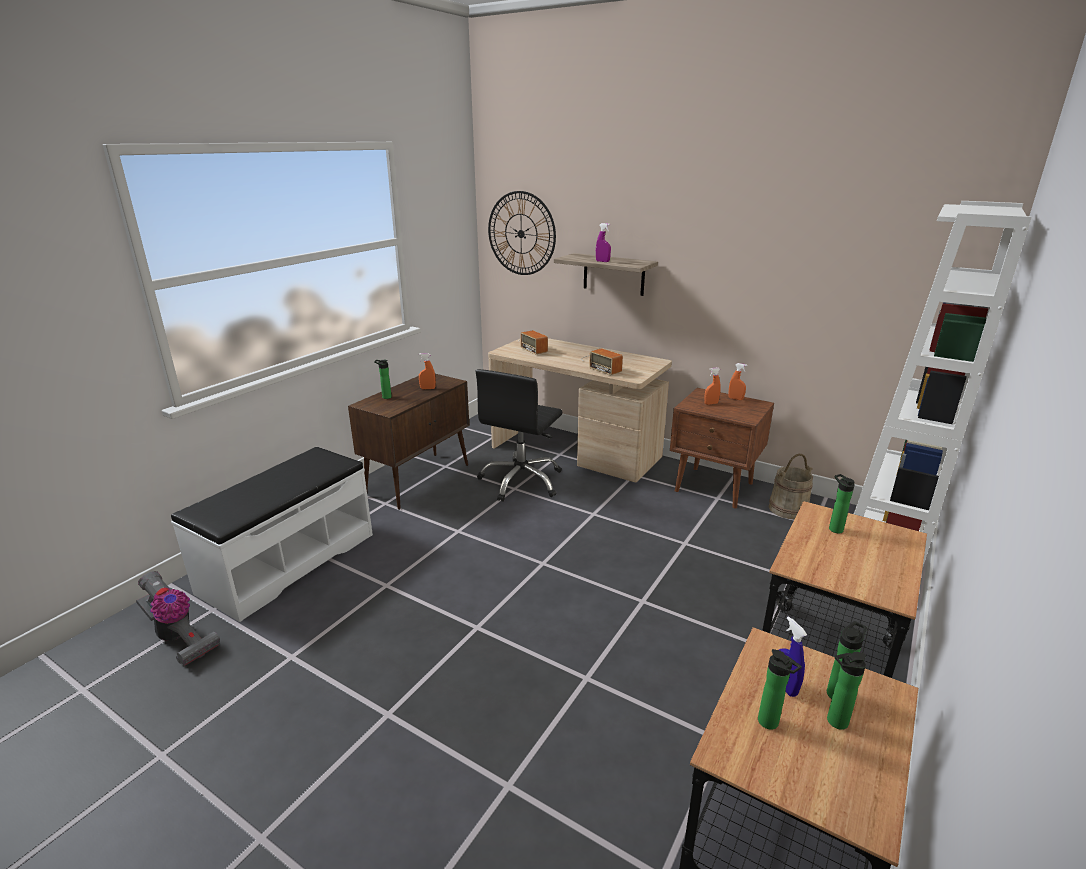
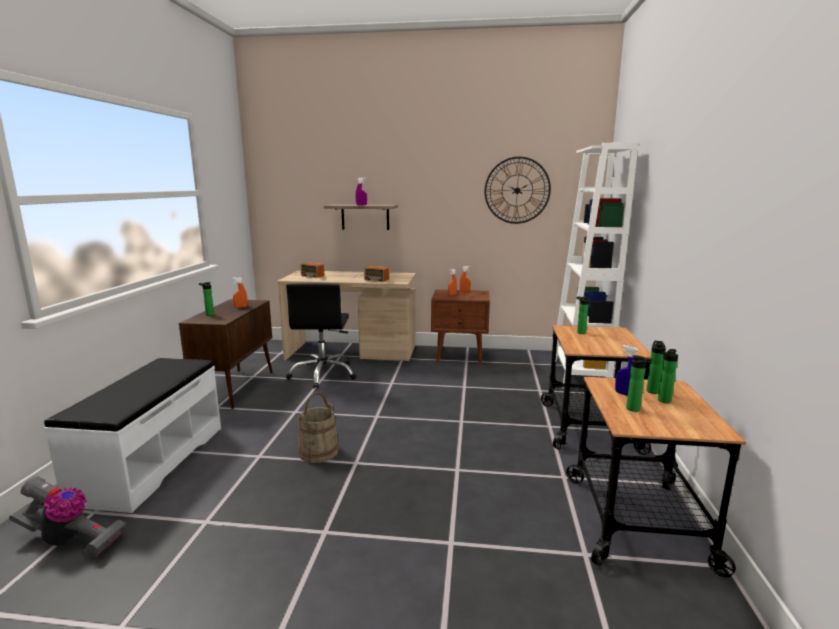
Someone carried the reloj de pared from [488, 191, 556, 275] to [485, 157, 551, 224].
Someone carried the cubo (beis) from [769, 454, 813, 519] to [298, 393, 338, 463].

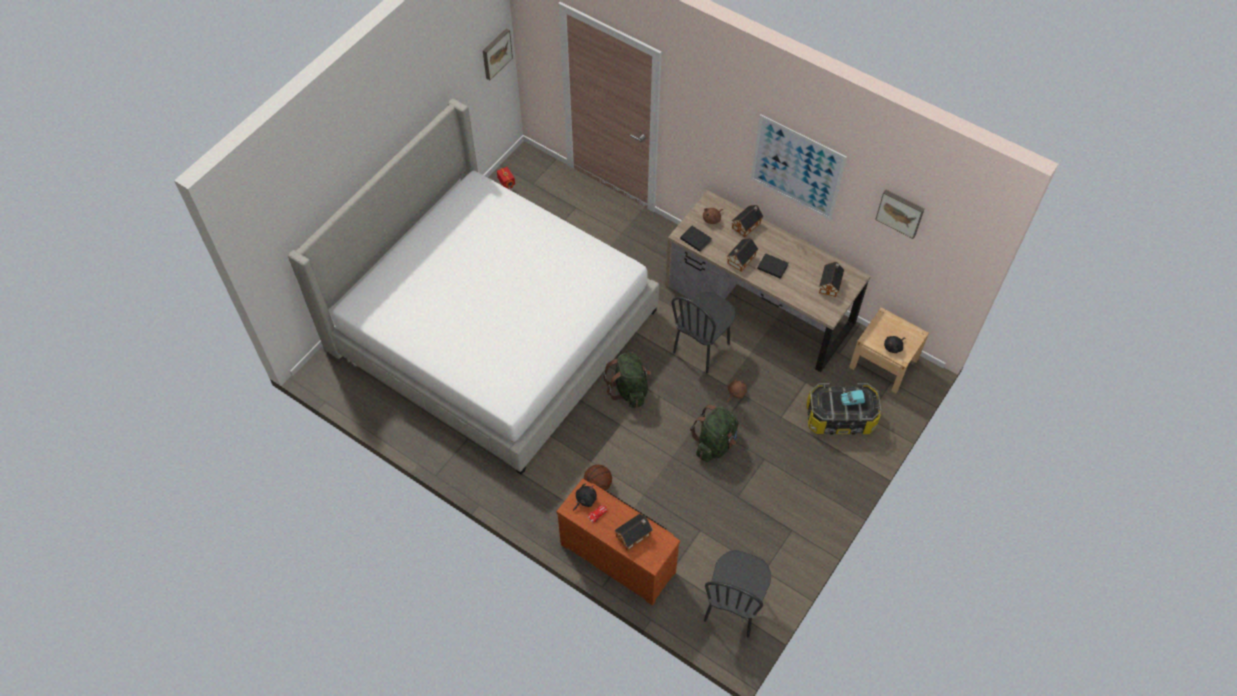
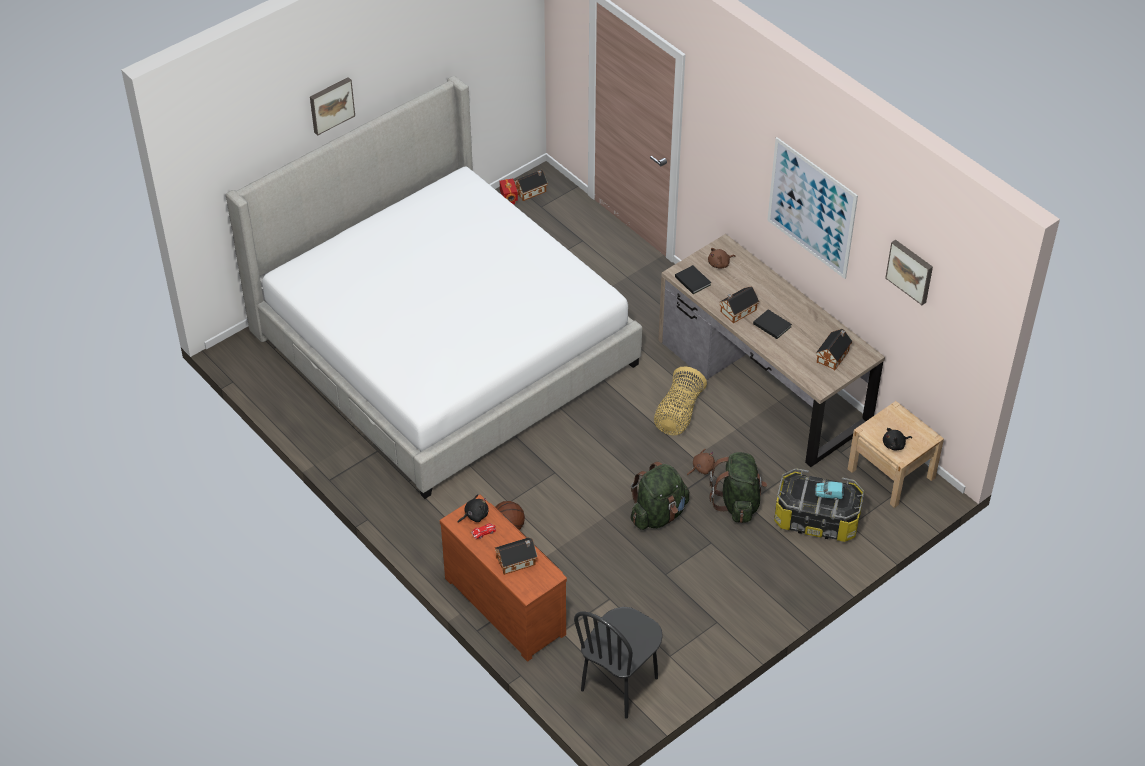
Someone carried the cuadro from [483, 28, 513, 80] to [310, 77, 355, 136].
Someone carried the mochila (verde) from [603, 352, 651, 408] to [709, 452, 767, 523].
Someone swapped the silla (negro) at [671, 292, 736, 374] for the cesta at [654, 366, 707, 435].
Someone carried the casita from [732, 205, 764, 237] to [514, 170, 548, 201].

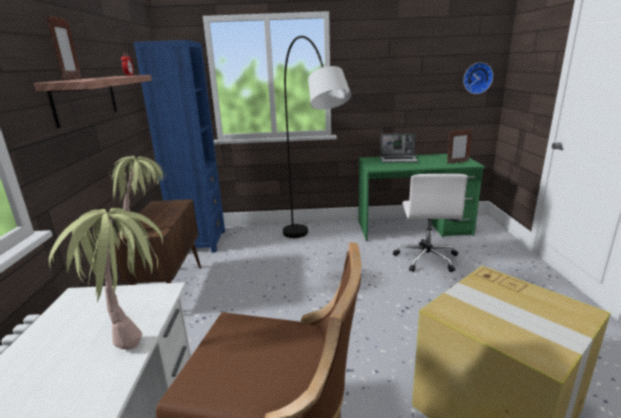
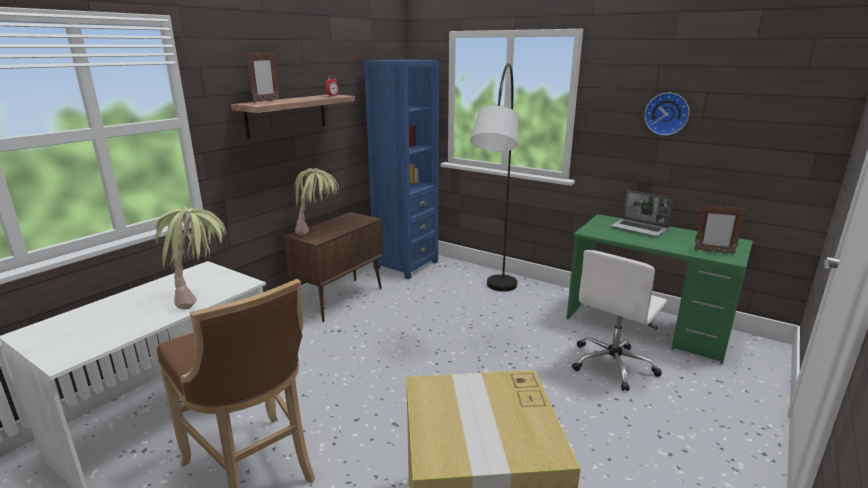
Someone carried the reloj de pared from [463, 62, 493, 94] to [644, 93, 689, 135].

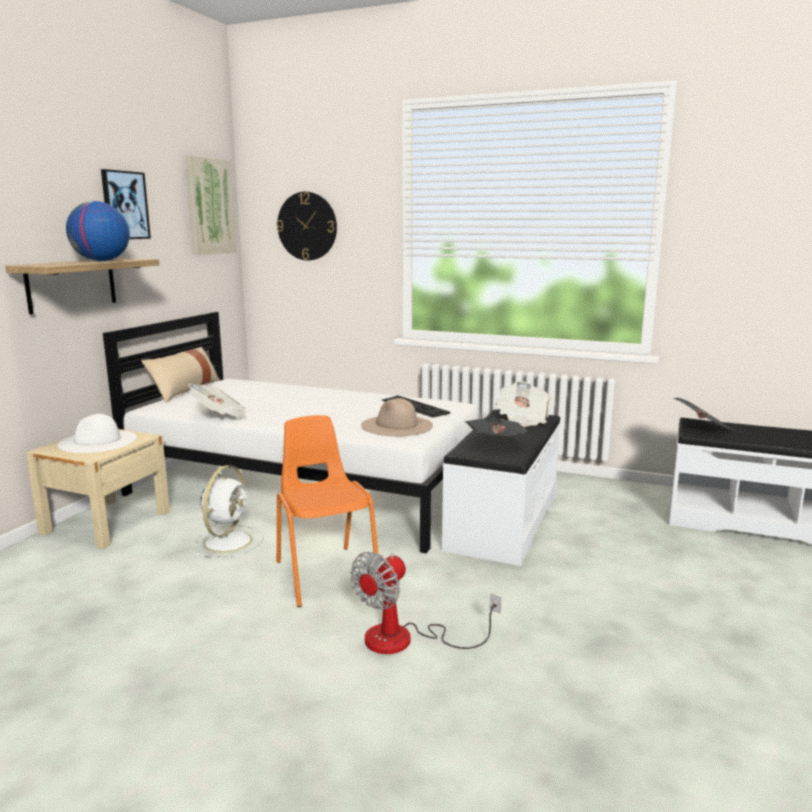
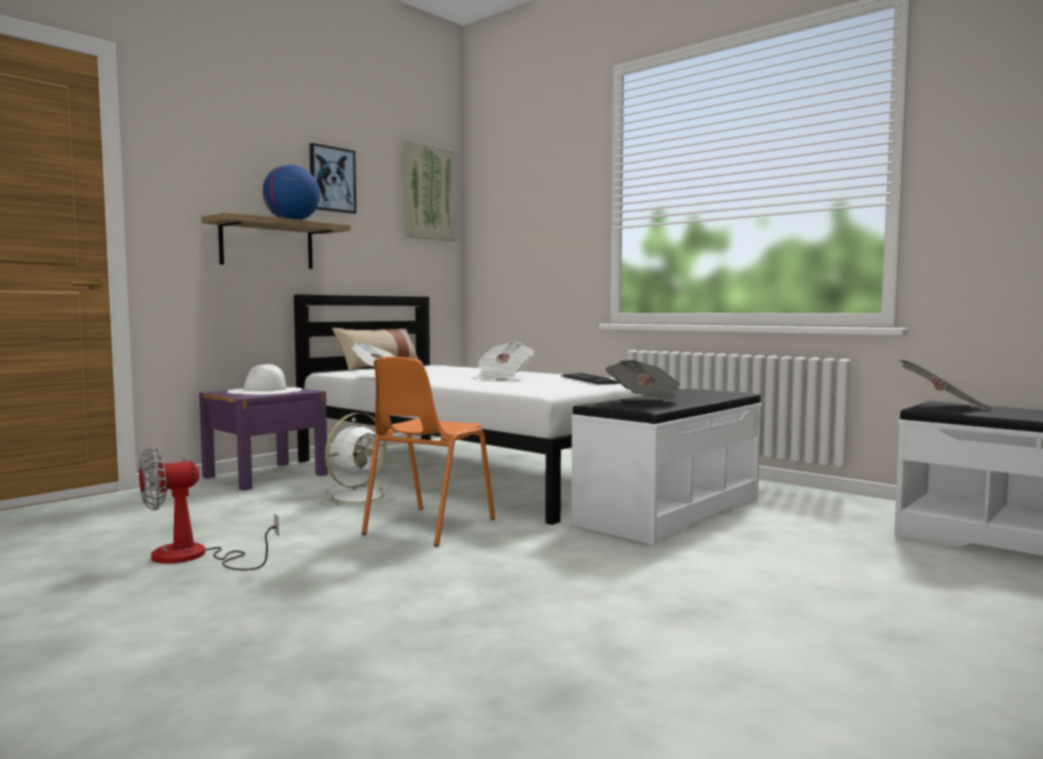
Someone repainted the mesita de noche (beis) at [26, 429, 170, 549], which became the mesita de noche (morado) at [199, 386, 328, 491].
Someone took away the reloj de pared at [276, 192, 337, 260].
Someone rotated the silla (naranja) at [277, 415, 378, 607] by 150 degrees counterclockwise.
Someone carried the ventilador from [351, 552, 501, 654] to [139, 447, 279, 571].
Someone took away the sombrero (beis) at [361, 398, 433, 436].
Someone carried the periódico from [495, 381, 551, 427] to [476, 342, 534, 380].

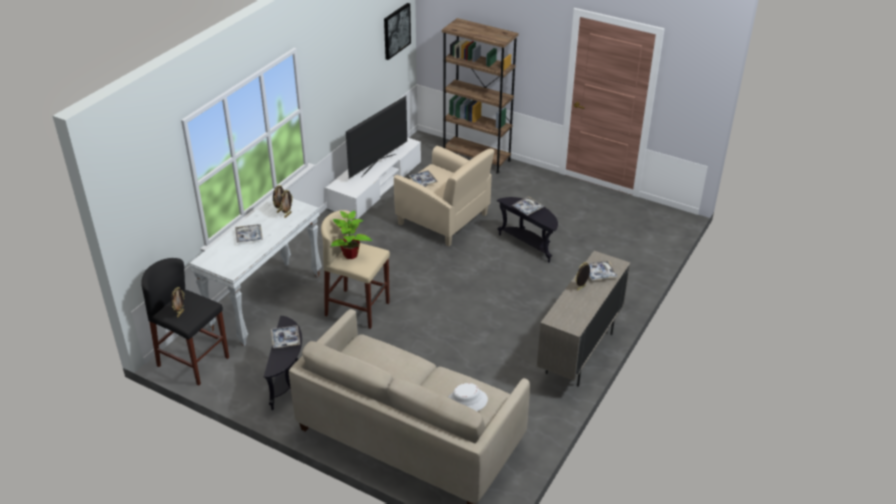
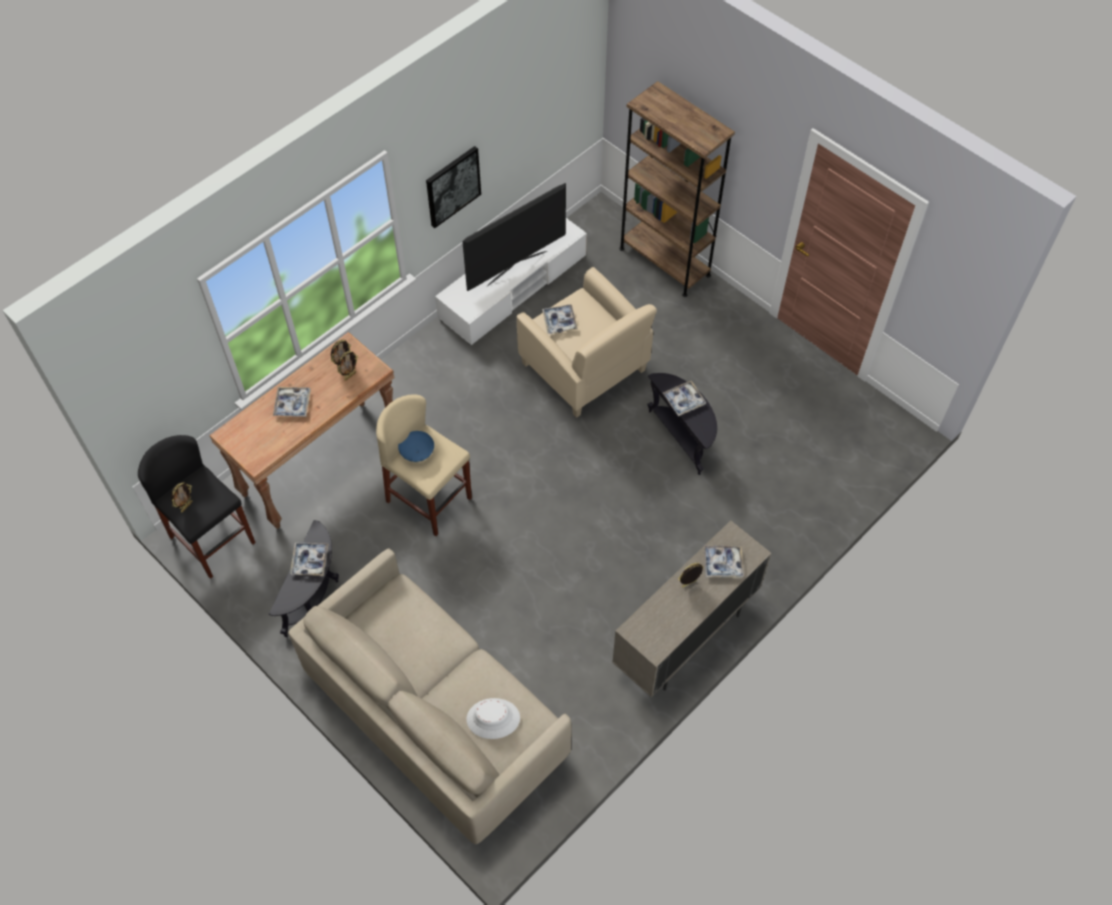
Someone repainted the mesa consola (blanco) at [189, 197, 322, 346], which became the mesa consola (marrón) at [209, 332, 395, 529].
Someone swapped the planta en maceta at [331, 211, 372, 259] for the cuenco (azul) at [398, 431, 434, 462].
Someone carried the cuadro from [384, 3, 411, 60] to [426, 146, 481, 228].

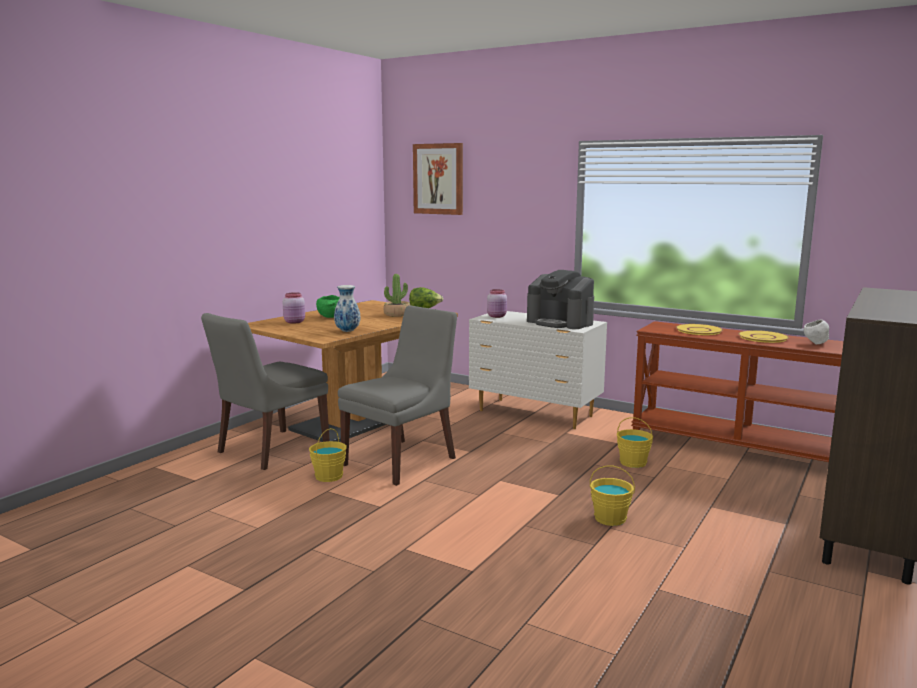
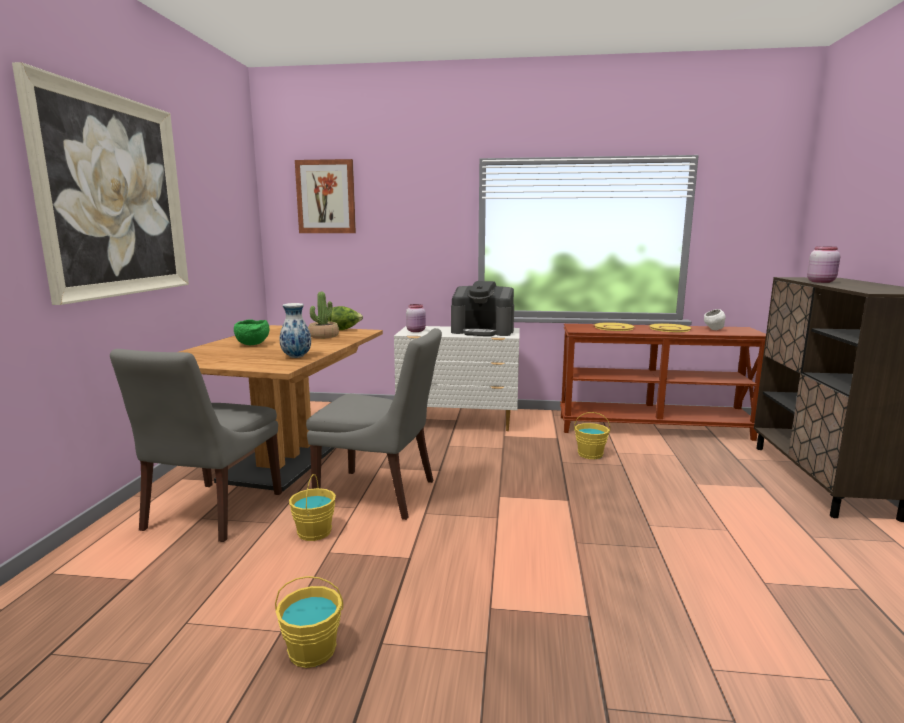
Someone carried the tarro (rosa) from [283, 292, 305, 324] to [807, 247, 840, 283].
Someone rotated the silla (gris) at [338, 305, 457, 486] by 90 degrees clockwise.
Someone carried the cubo (amarillo) from [590, 466, 635, 526] to [275, 576, 343, 668].
Someone put up the cuadro at [12, 62, 189, 305].

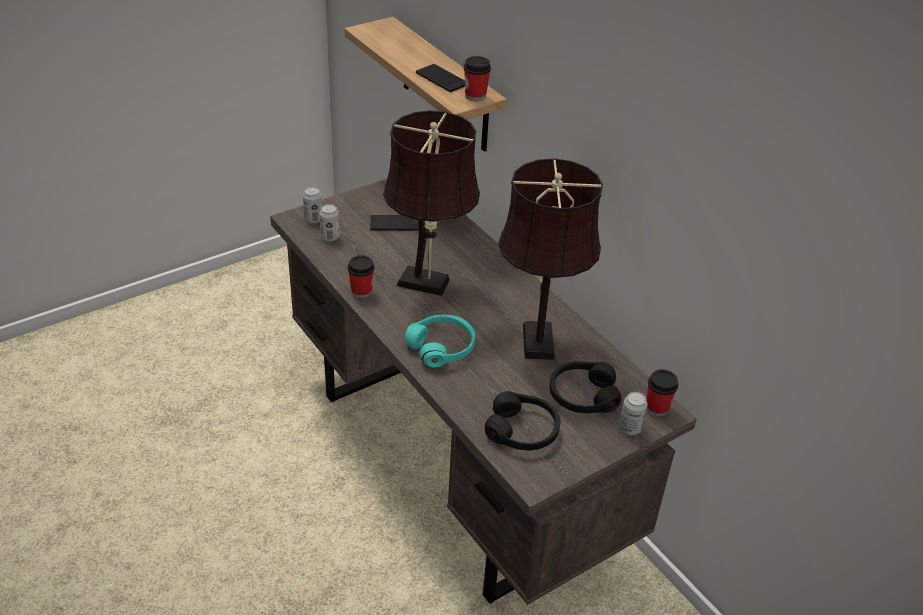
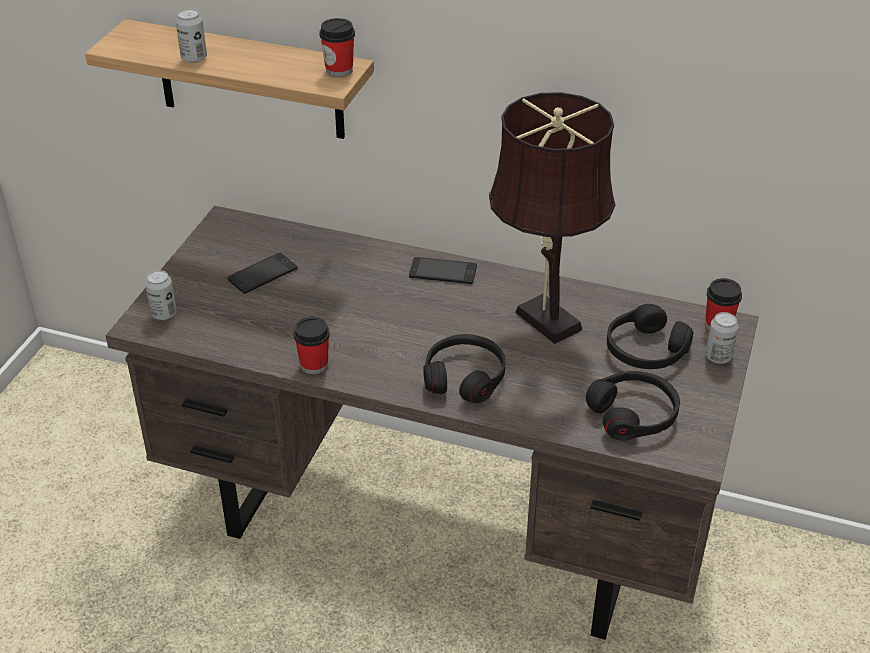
Someone carried the lata from [319, 204, 340, 241] to [176, 9, 207, 63].
Someone took away the lámpara de mesa (marrón) at [383, 110, 480, 296].
Someone repainted the auriculares (turquesa) at [405, 315, 475, 367], which became the auriculares (negro) at [423, 334, 506, 403].
Someone carried the móvil from [416, 64, 465, 92] to [409, 257, 477, 284].

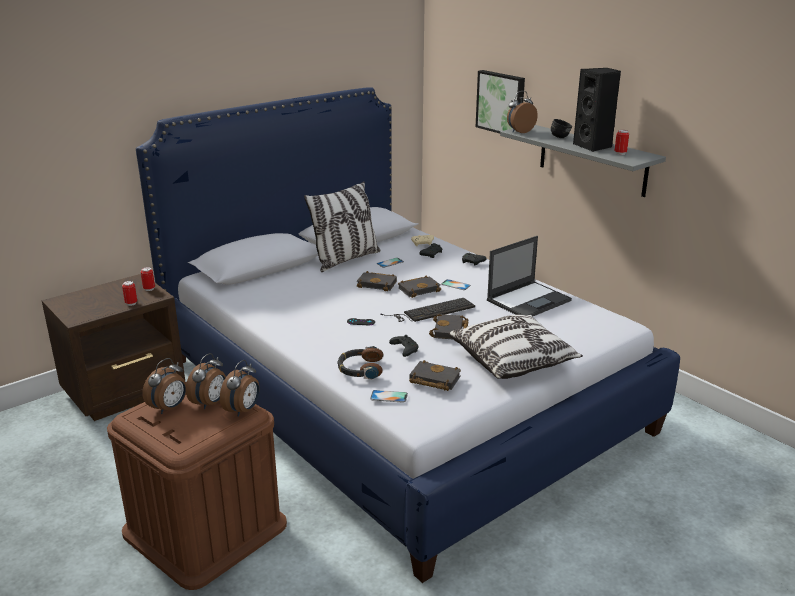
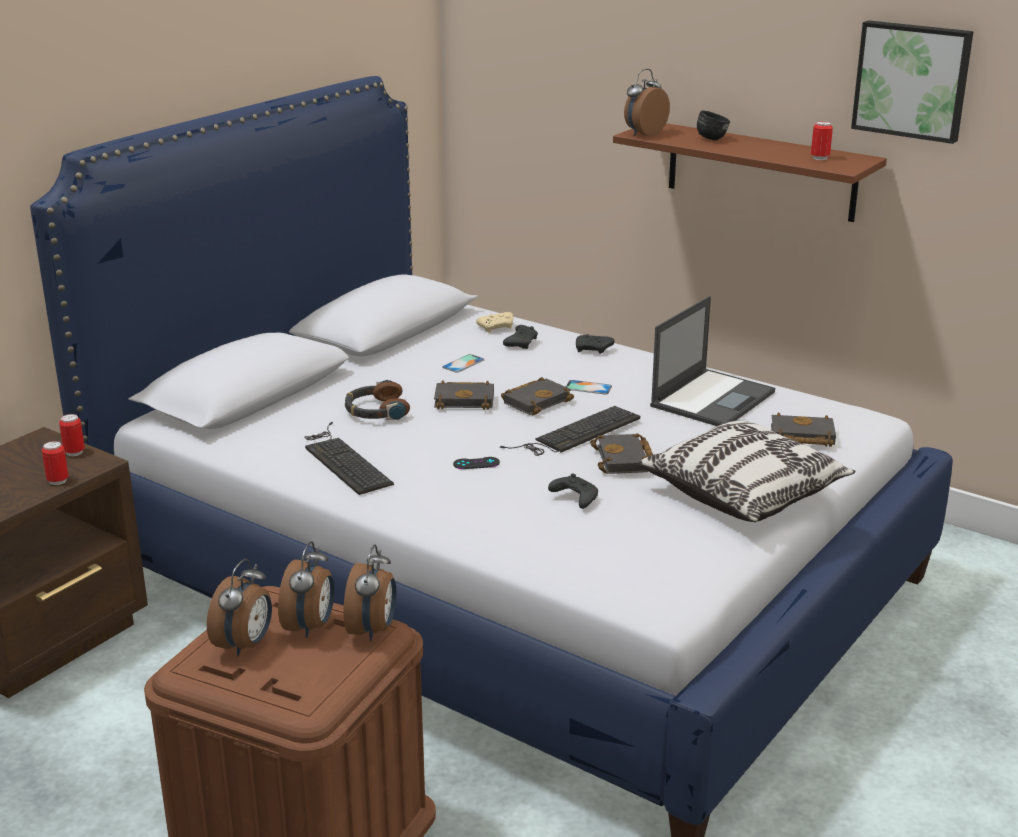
Someone took away the cojín at [304, 181, 381, 272].
Someone carried the auriculares from [337, 346, 383, 379] to [345, 380, 410, 420].
Someone took away the móvil at [370, 390, 408, 403].
Someone carried the libro (negro) from [409, 360, 461, 391] to [771, 413, 836, 447].
Someone carried the cuadro from [476, 70, 525, 134] to [851, 20, 973, 144].
Someone repainted the estante (gris) at [500, 125, 666, 197], which became the estante (marrón) at [613, 123, 887, 222].
Someone took away the altavoz (negro) at [573, 68, 621, 152].
Someone put down the teclado at [304, 422, 394, 495].

